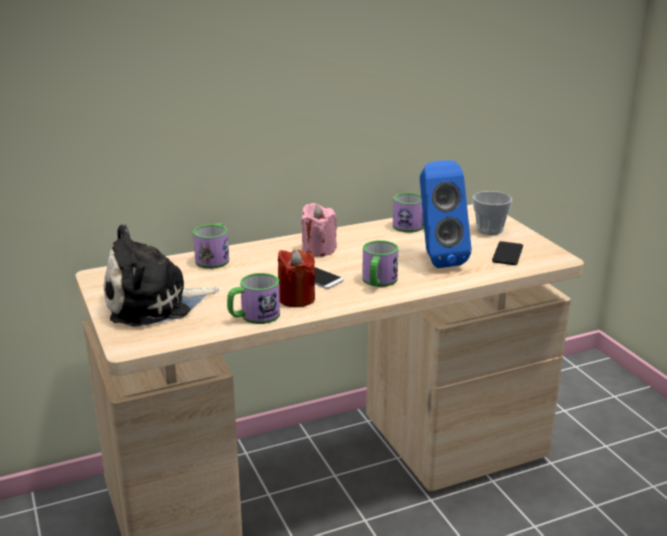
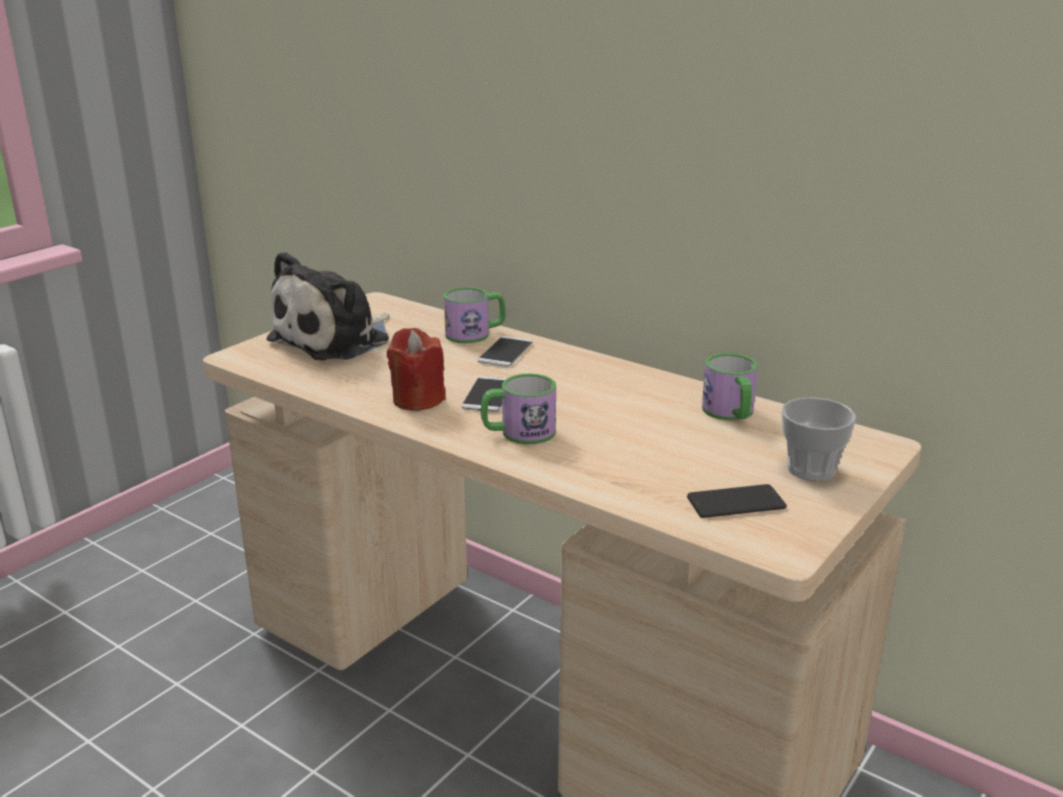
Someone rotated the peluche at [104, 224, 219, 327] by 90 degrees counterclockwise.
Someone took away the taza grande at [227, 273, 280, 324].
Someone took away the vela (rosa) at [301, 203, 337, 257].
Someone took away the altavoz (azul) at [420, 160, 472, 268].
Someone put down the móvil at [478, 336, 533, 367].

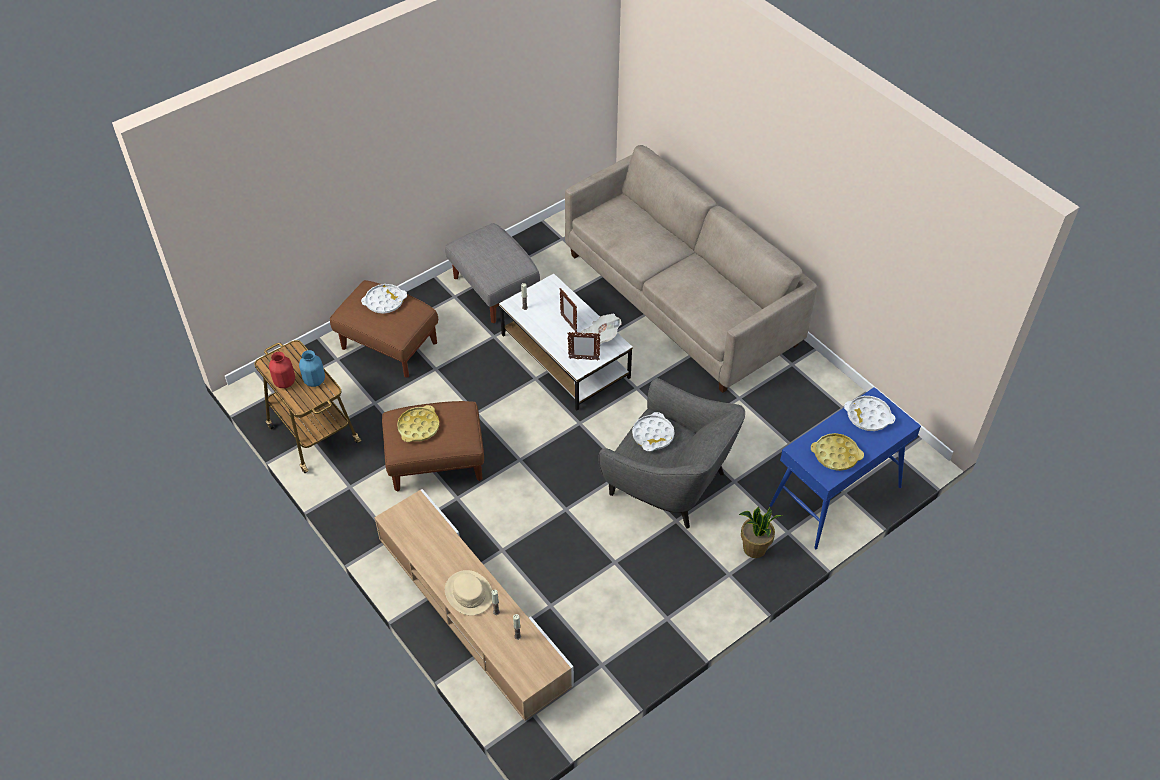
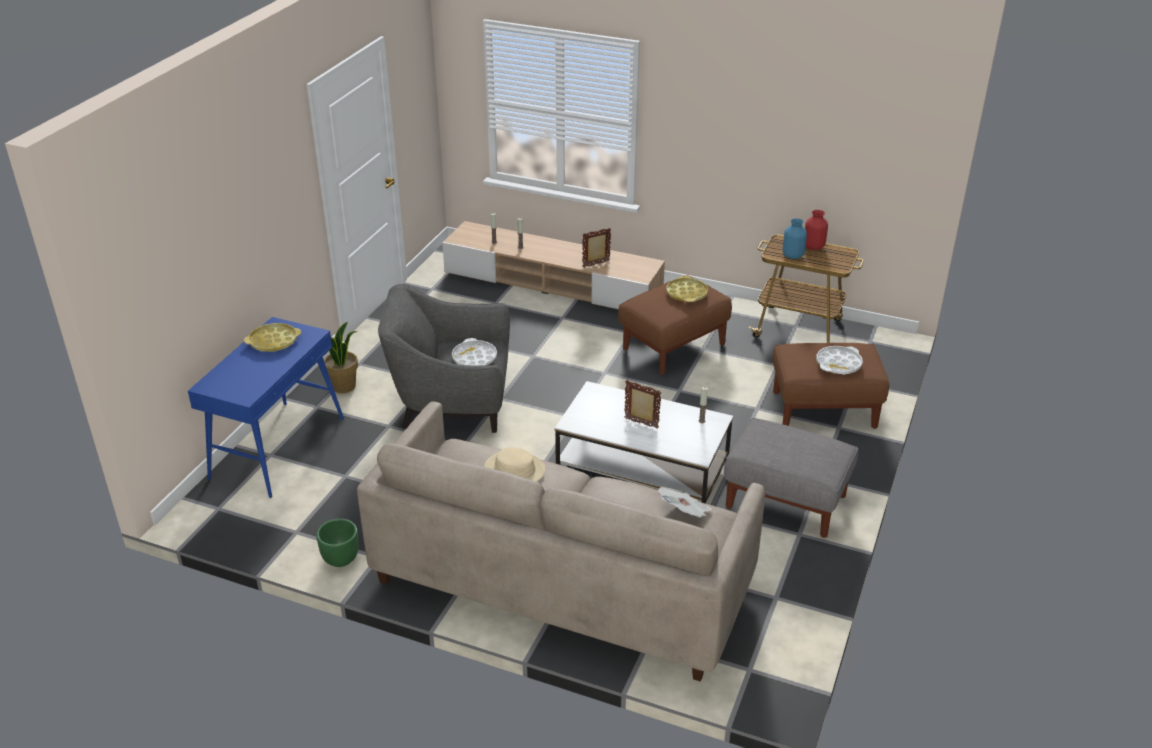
Someone carried the sombrero (beis) from [445, 570, 492, 616] to [484, 447, 545, 482].
Someone carried the portarretratos from [567, 332, 600, 360] to [582, 228, 611, 268].
Someone carried the periódico from [581, 314, 622, 344] to [658, 487, 712, 518].
Someone took away the bandeja (blanco) at [844, 396, 895, 431].
Someone put down the maceta (verde) at [316, 519, 358, 567].

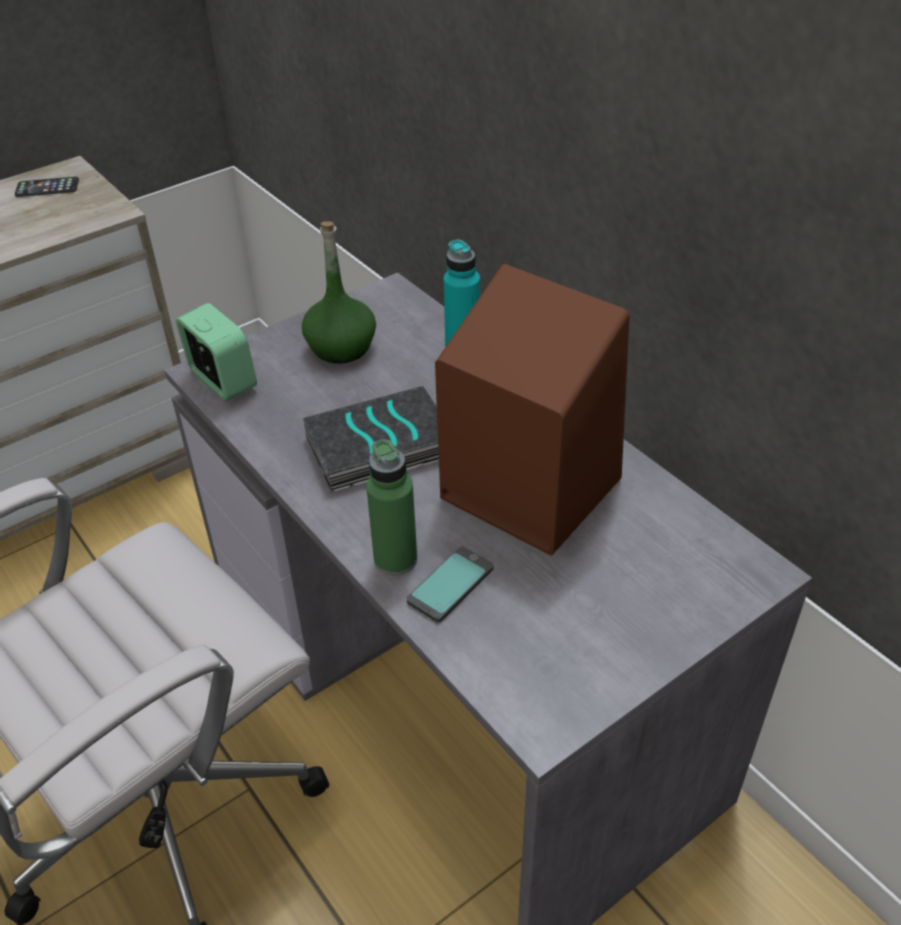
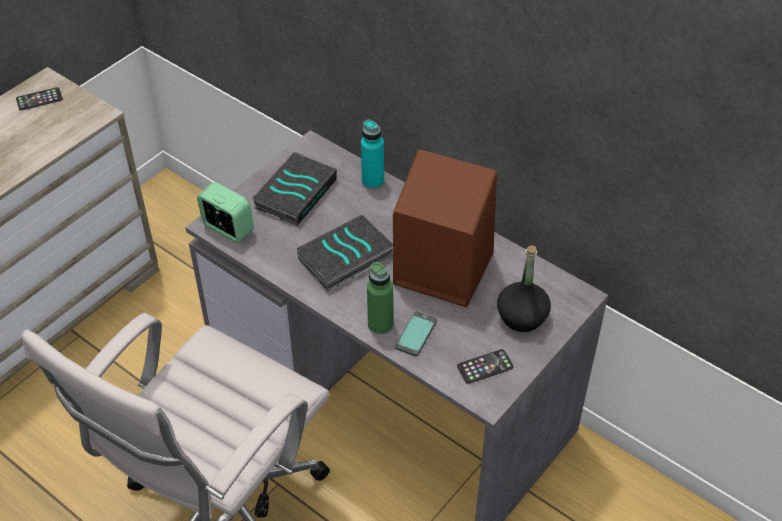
Someone swapped the botella (verde) at [302, 221, 376, 363] for the libro at [252, 152, 337, 226].
Someone put down the móvil at [457, 349, 514, 384].
Someone put down the botella (negro) at [497, 245, 551, 332].

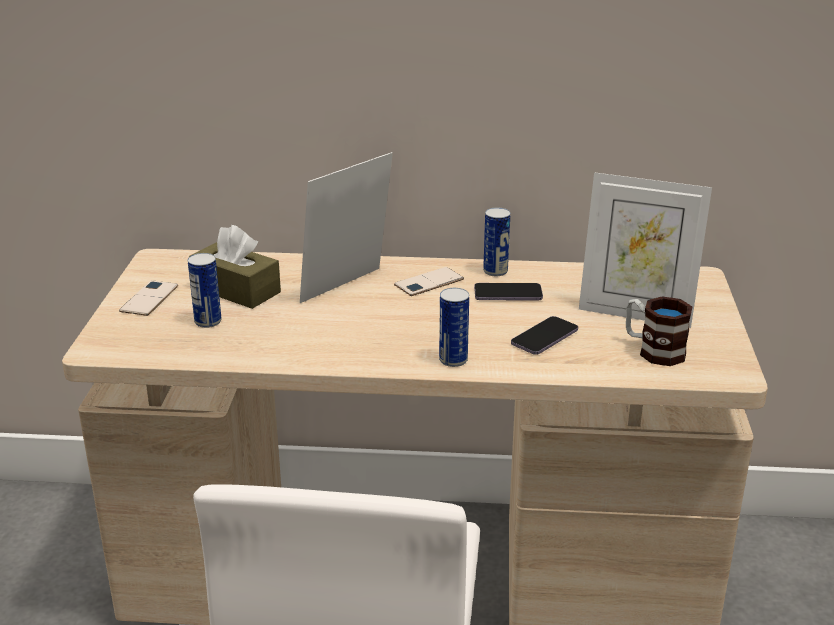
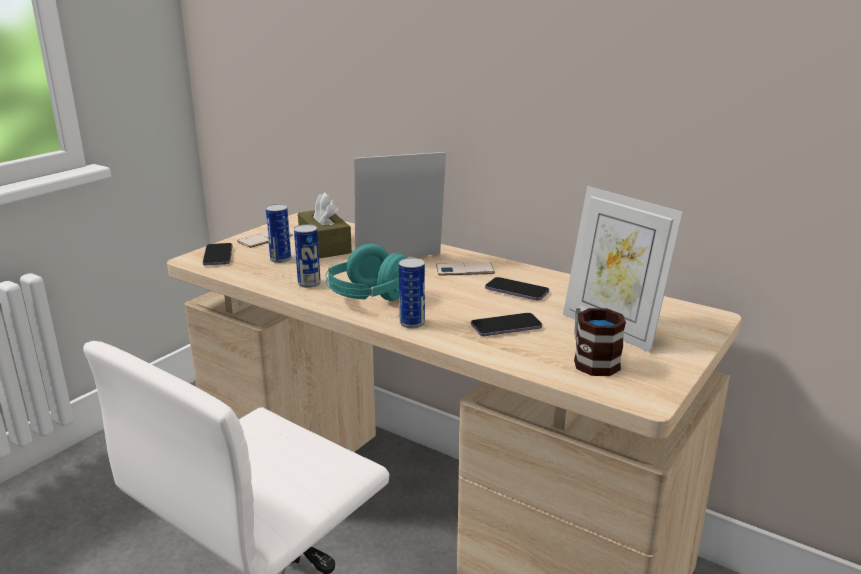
Someone carried the lata from [483, 207, 510, 276] to [294, 224, 321, 288].
Someone put down the móvil at [203, 243, 232, 265].
Someone put down the auriculares (turquesa) at [325, 243, 406, 301].

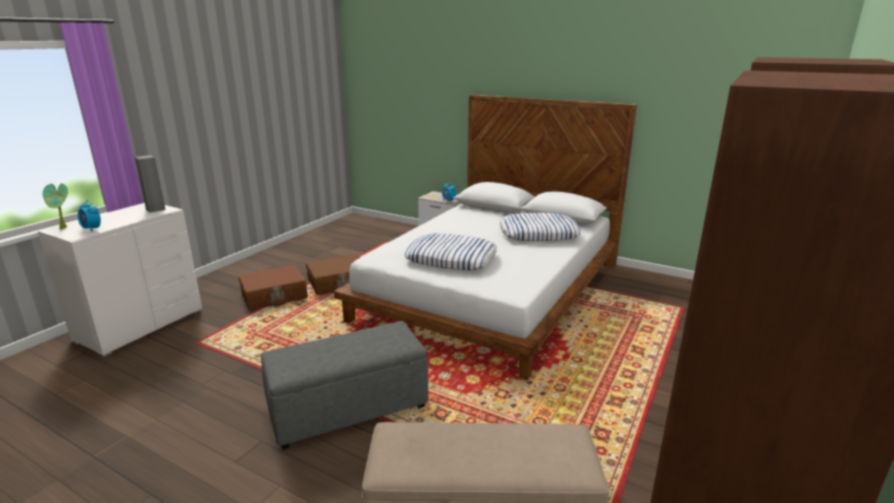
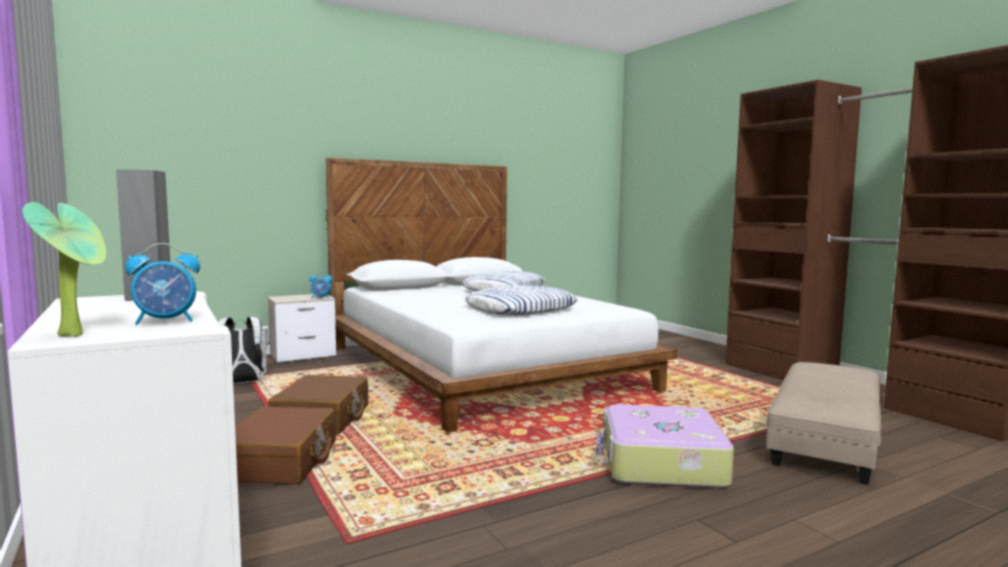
Someone swapped the puf (gris) at [261, 321, 428, 450] for the maleta at [596, 404, 734, 488].
Someone put down the mochila (blanco) at [218, 316, 270, 384].

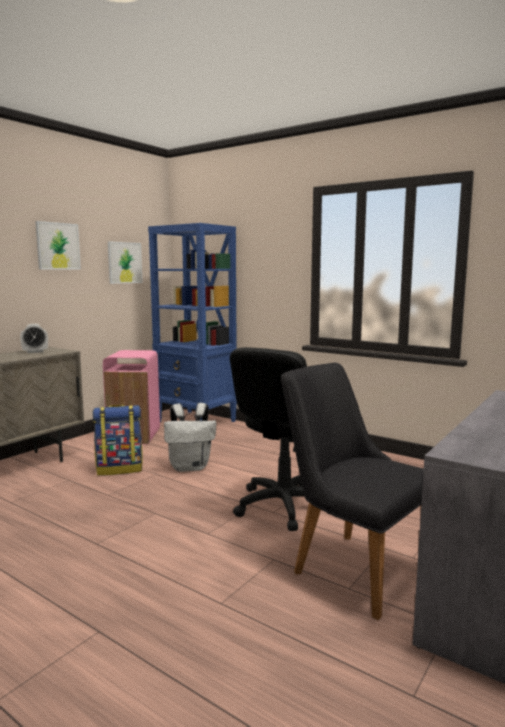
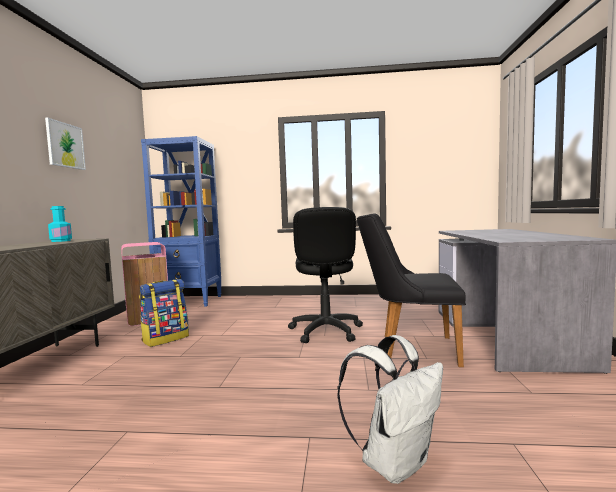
Someone swapped the despertador at [20, 324, 48, 353] for the botella (turquesa) at [48, 206, 72, 242].
Someone took away the cuadro at [108, 241, 143, 284].
Someone carried the mochila (blanco) from [164, 403, 216, 472] to [337, 335, 443, 484].

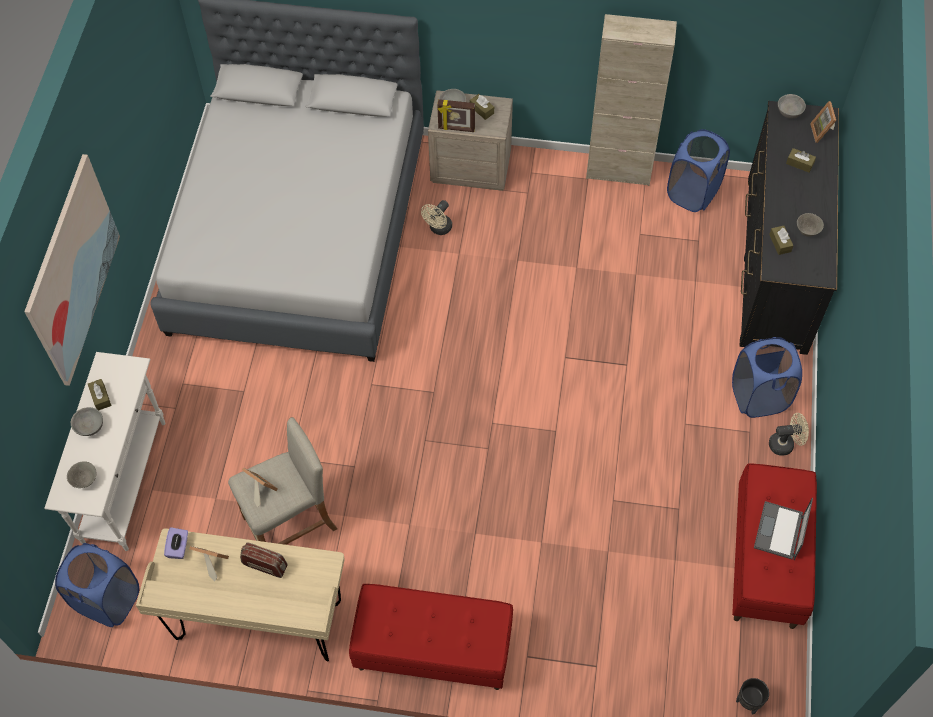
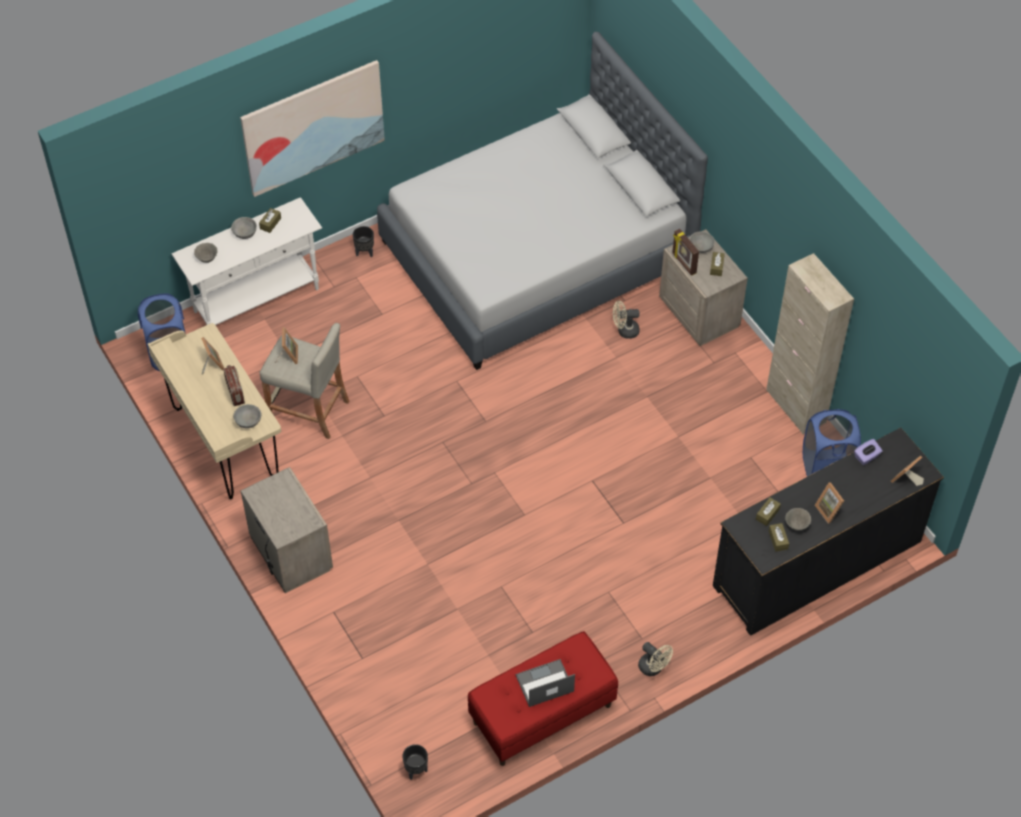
Someone carried the caja de pañuelos (morado) from [164, 527, 188, 559] to [854, 439, 882, 465].
Someone swapped the banco (rojo) at [349, 584, 513, 690] for the mesita de noche (beis) at [241, 467, 333, 593].
Someone took away the cesto de la ropa (azul) at [732, 337, 802, 418].
Someone carried the cuenco (gris) from [778, 94, 806, 119] to [233, 404, 262, 428].
Someone carried the caja de pañuelos (marrón) from [786, 148, 816, 173] to [769, 523, 789, 552].
Someone put down the maceta (negro) at [353, 226, 374, 257].
Someone put down the portarretratos at [815, 482, 844, 524].

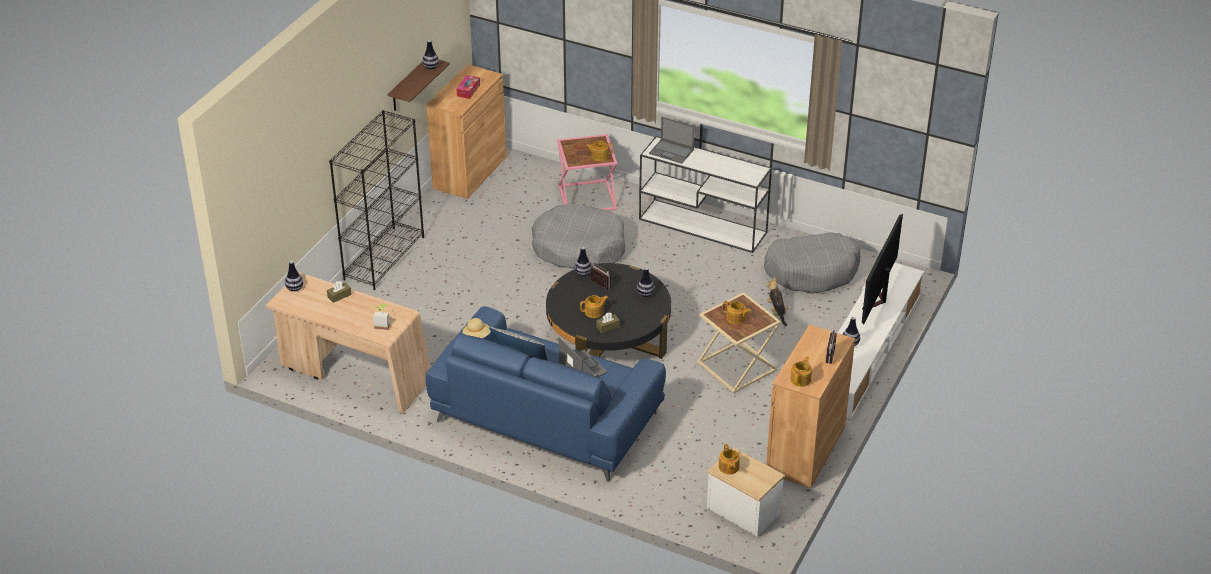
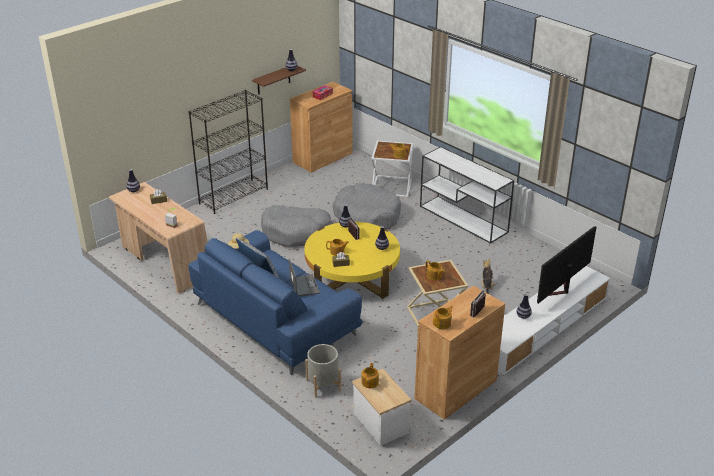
Someone repainted the mesa de centro (negro) at [546, 263, 671, 359], which became the mesa de centro (amarillo) at [304, 222, 400, 299].
Someone repainted the mesa auxiliar (rosa) at [557, 134, 617, 211], which became the mesa auxiliar (blanco) at [371, 141, 413, 198].
Someone took away the portátil at [649, 117, 695, 164].
Someone carried the cama para perro (gris) from [764, 232, 861, 294] to [261, 205, 333, 247].
Someone put down the maceta (gris) at [305, 344, 341, 398].

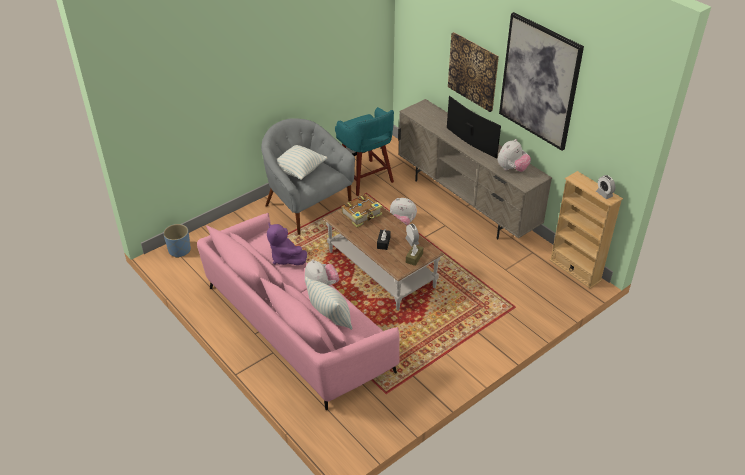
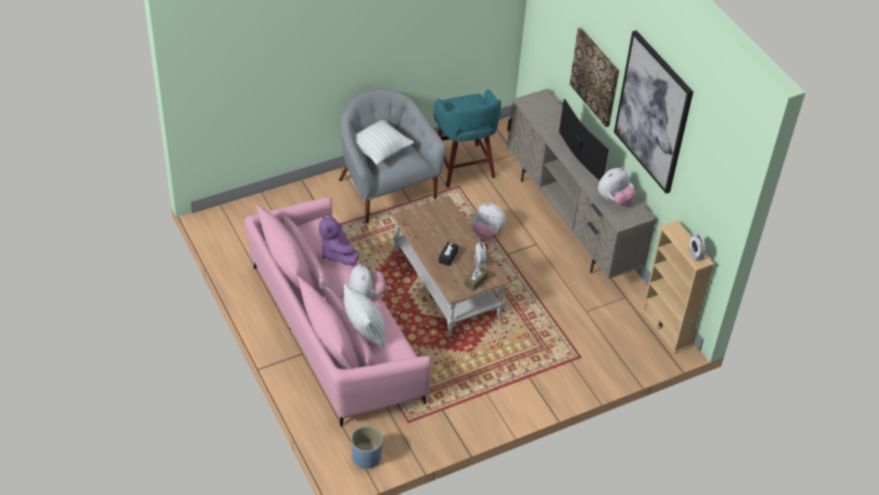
Someone carried the maceta (azul) from [163, 224, 191, 258] to [351, 426, 383, 469].
Someone took away the libro at [341, 194, 382, 227].

